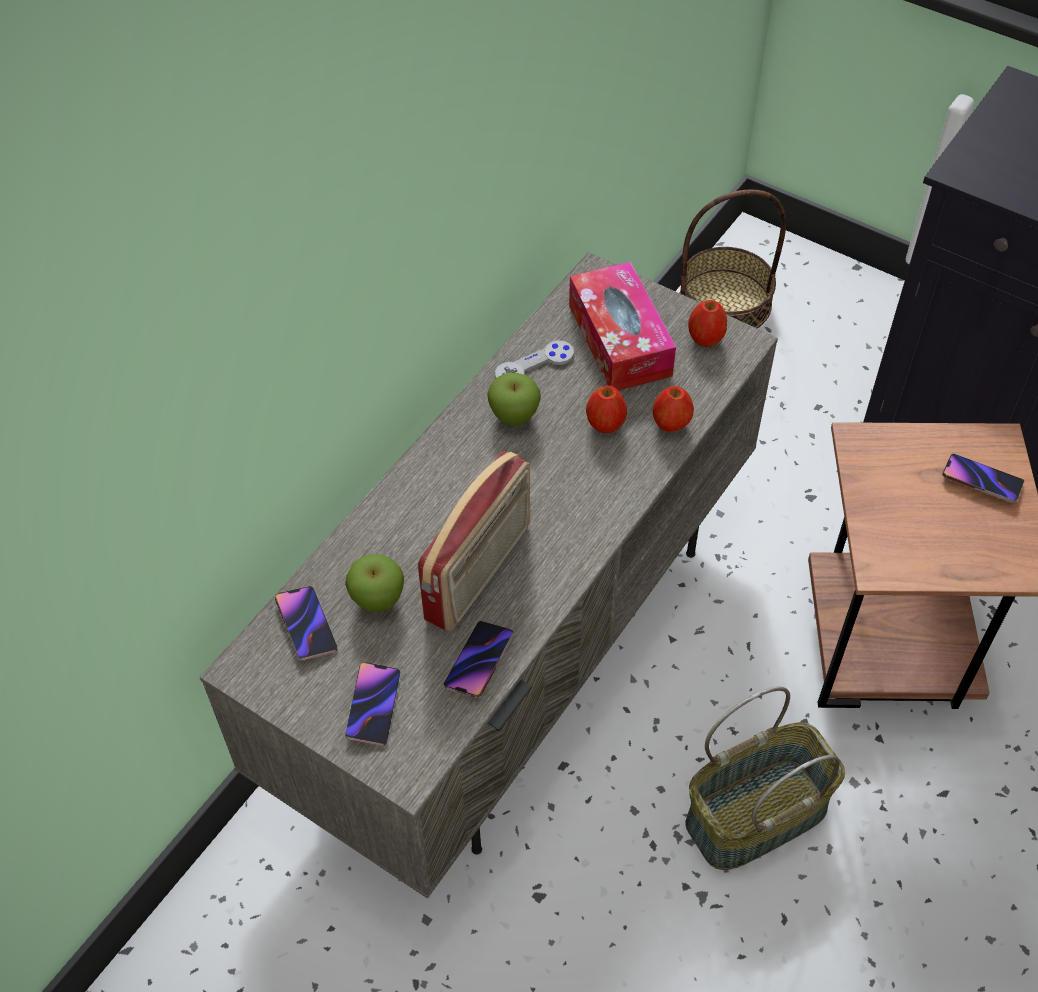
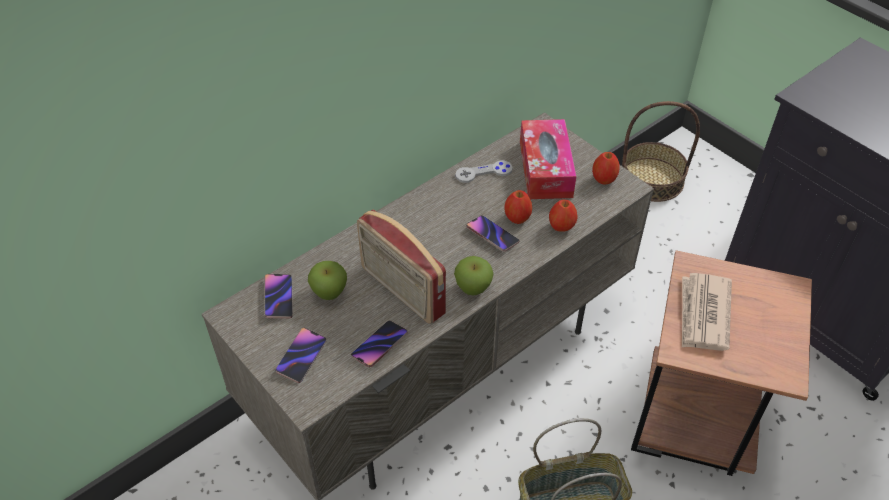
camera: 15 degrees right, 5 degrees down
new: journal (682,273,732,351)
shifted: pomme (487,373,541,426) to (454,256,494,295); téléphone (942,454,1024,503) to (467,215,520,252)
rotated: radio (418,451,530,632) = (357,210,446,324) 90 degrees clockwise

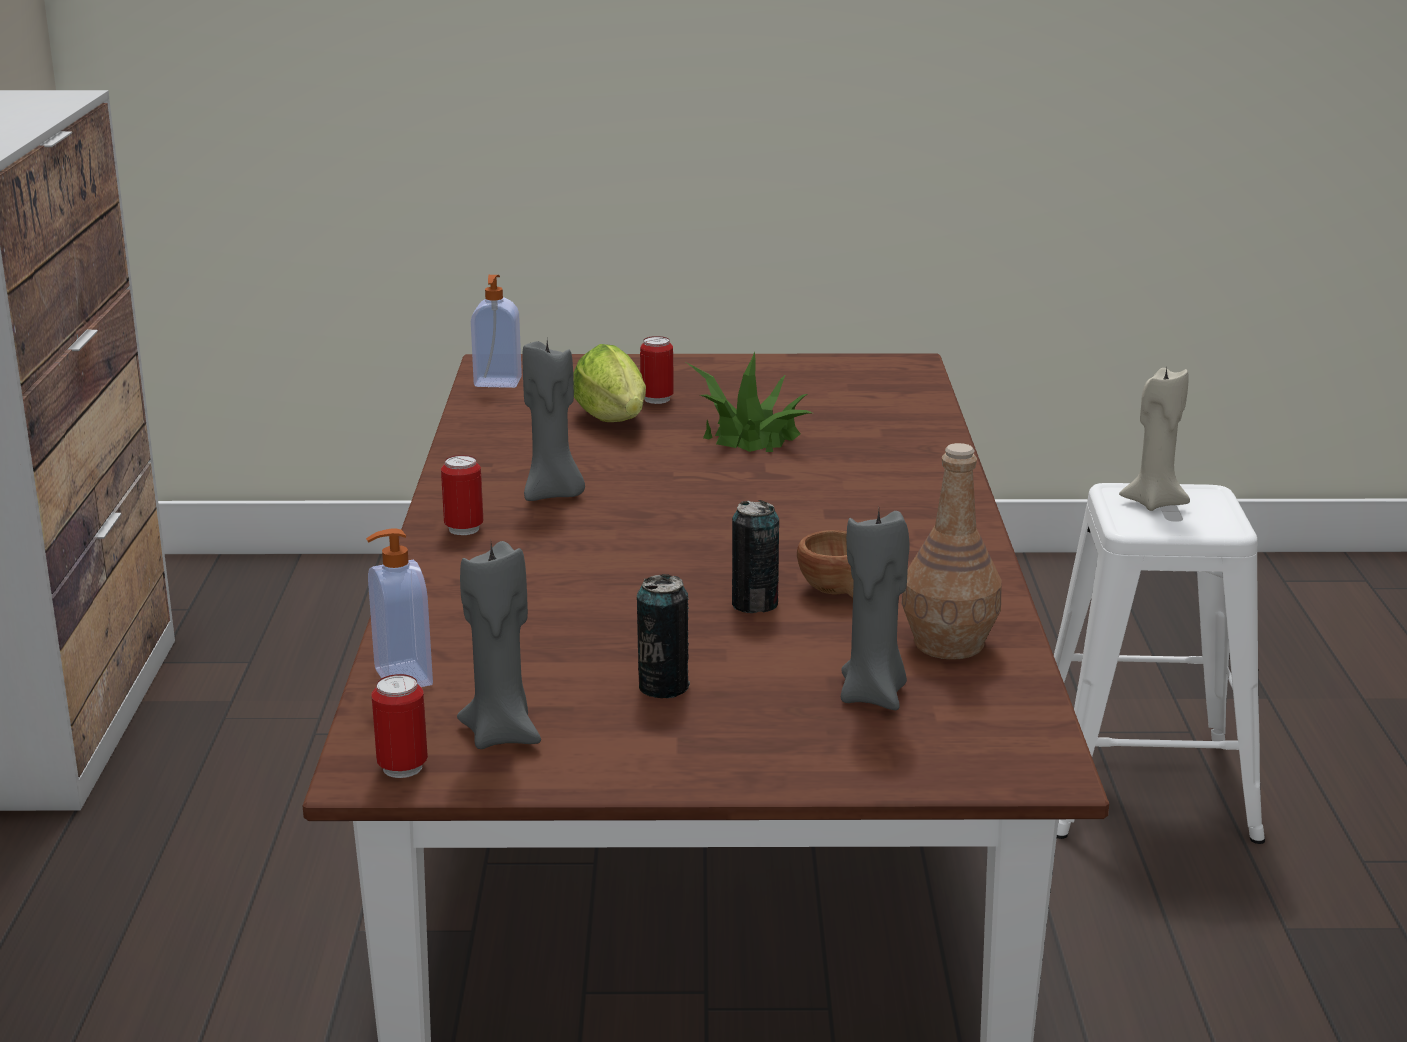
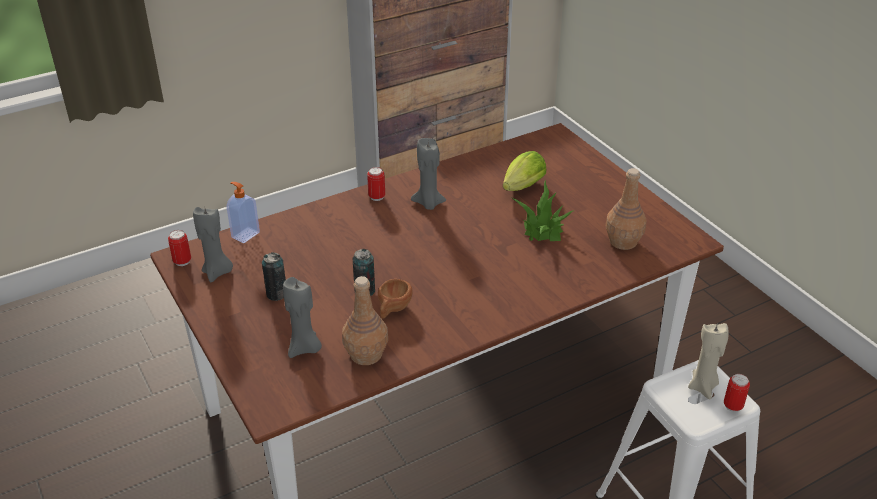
camera: 60 degrees right, 15 degrees up
gone: distributeur de savon (471,275,522,388)
new: bouteille/marron (605,168,647,250)
shifted: boîte métallique (640,336,674,404) to (724,374,750,412)

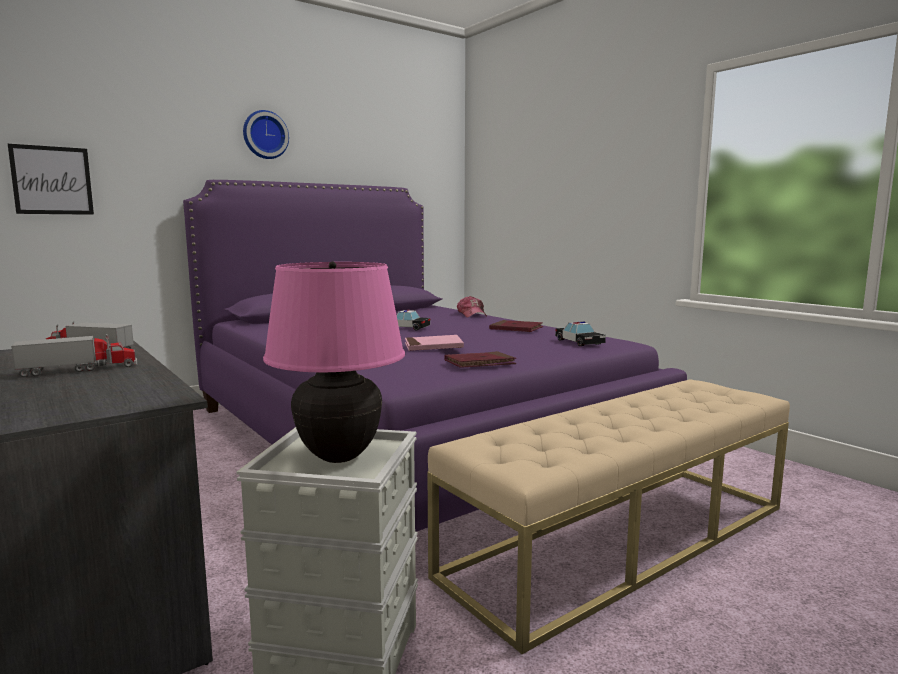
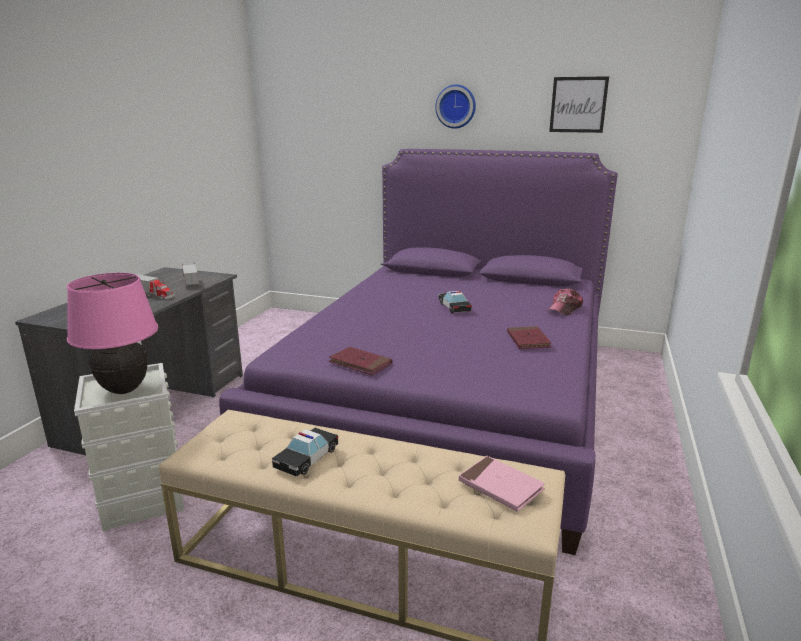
camera: 55 degrees right, 10 degrees up
shifted: tableau (8,144,94,215) to (549,76,609,133); livre/rose (405,335,464,351) to (459,456,545,512); petite voiture (555,322,606,346) to (272,428,338,477)

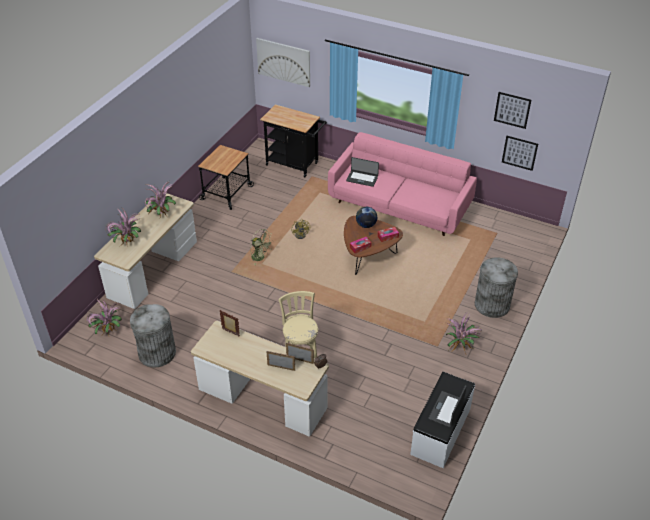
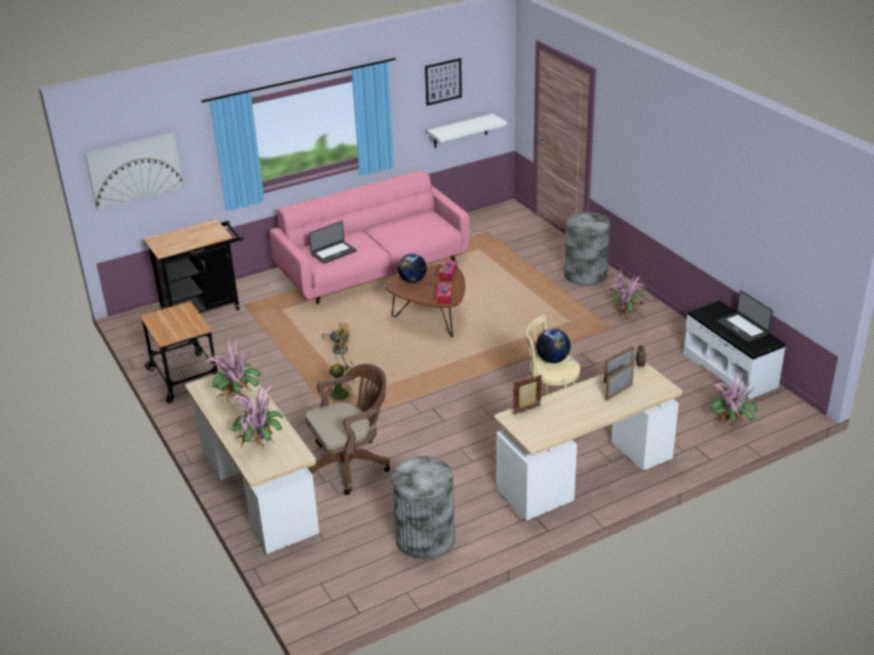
camera: 55 degrees left, 10 degrees down
new: chaise de bureau/marron (305,364,390,495); globe (536,329,571,363)
shifted: plante en pot (86,297,122,336) to (709,369,758,428)
swapped: tableau (502,136,538,171) to étagère/blanc (427,114,507,148)

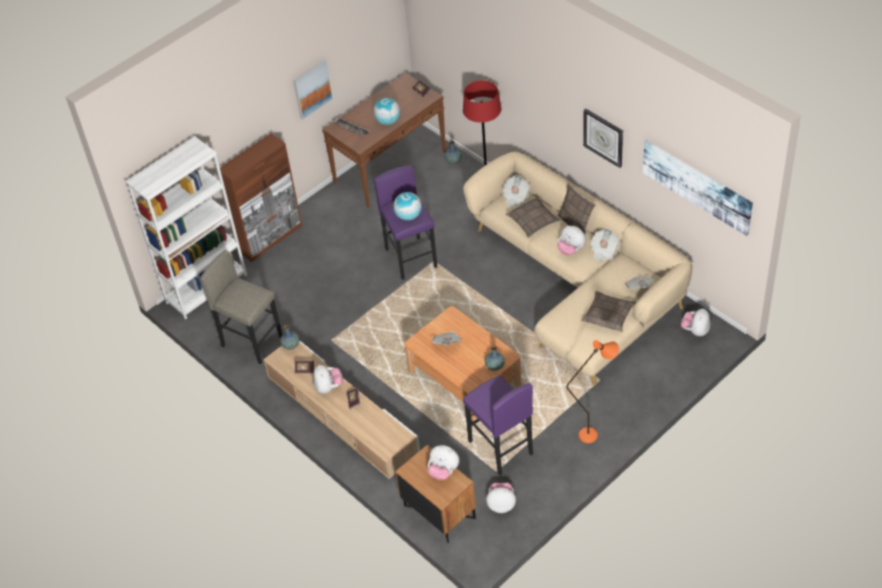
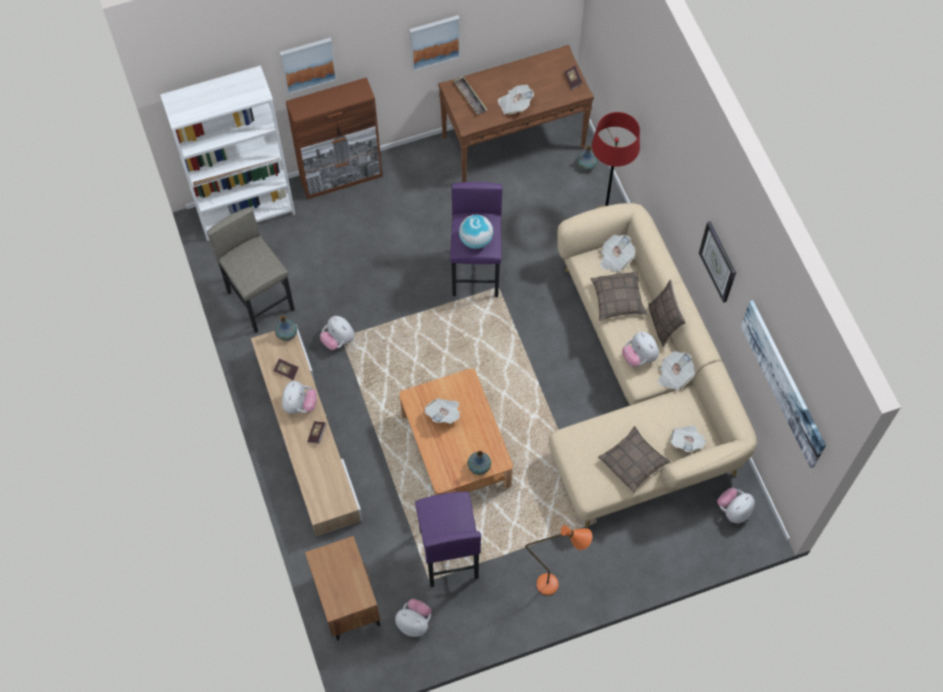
camera: 20 degrees right, 15 degrees up
new: tableau (279,37,337,94)
shifted: peluche (428,445,459,480) to (320,316,355,350)
swapped: globe (373,98,400,125) to journal (498,85,534,115)

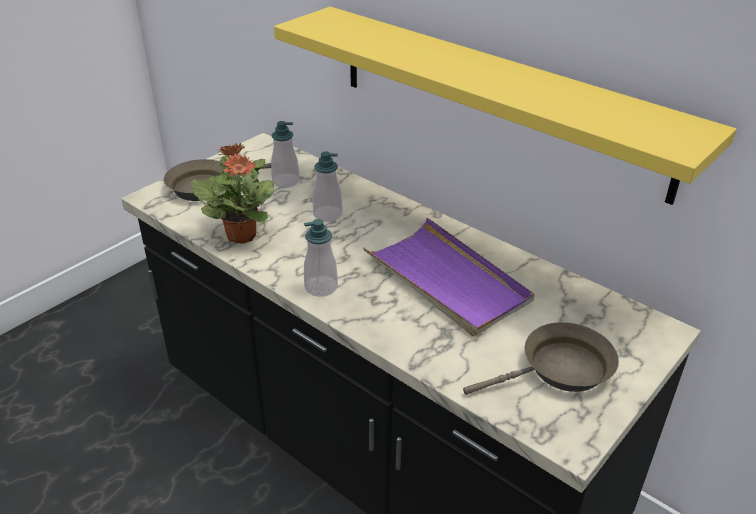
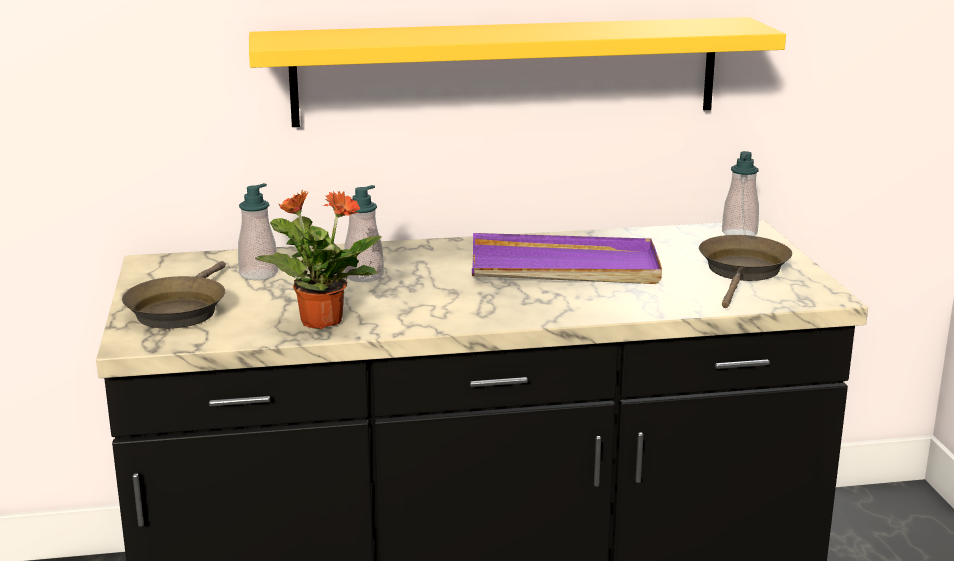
camera: 50 degrees left, 15 degrees down
shifted: distributeur de savon (304,219,338,297) to (722,151,759,236)

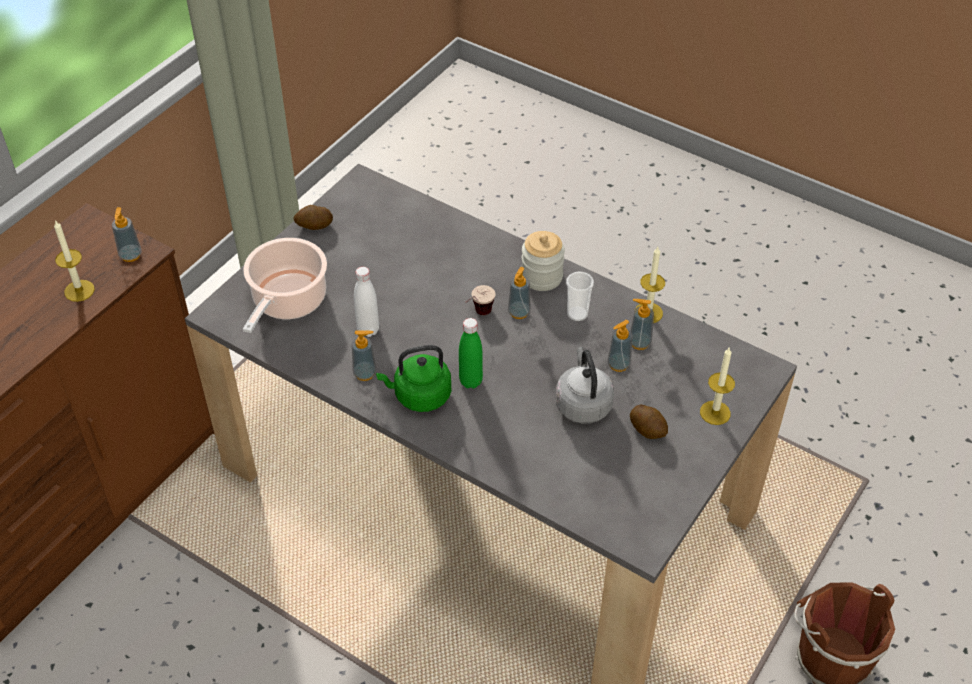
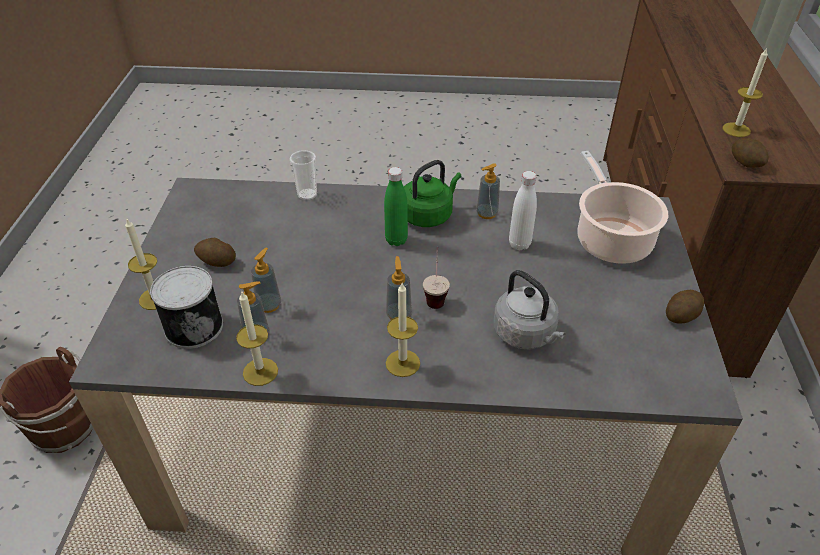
camera: 150 degrees right, 5 degrees down
new: boîte métallique (150,266,223,349)
shifted: bouilloire/gris (556,347,614,423) to (494,270,566,349); tasse (566,271,594,321) to (290,150,317,200)
swapped: distributeur de savon (112,207,142,262) to pomme de terre (732,137,769,168); bocal (522,231,565,291) to bougie (386,283,420,377)

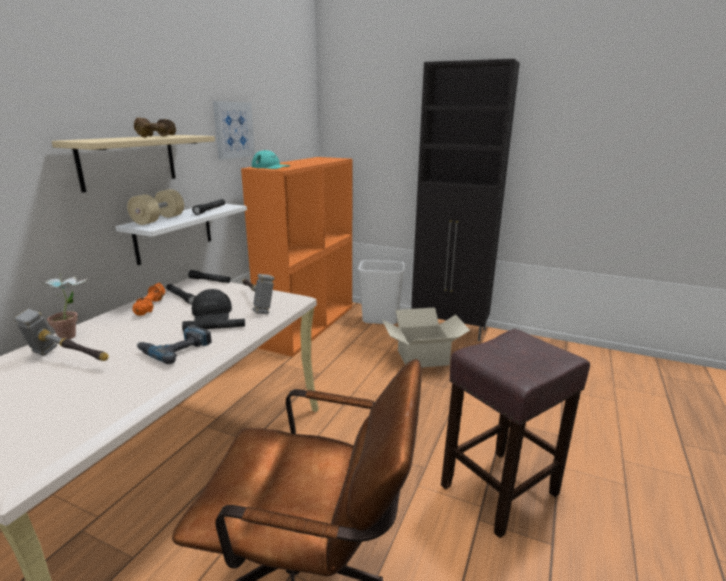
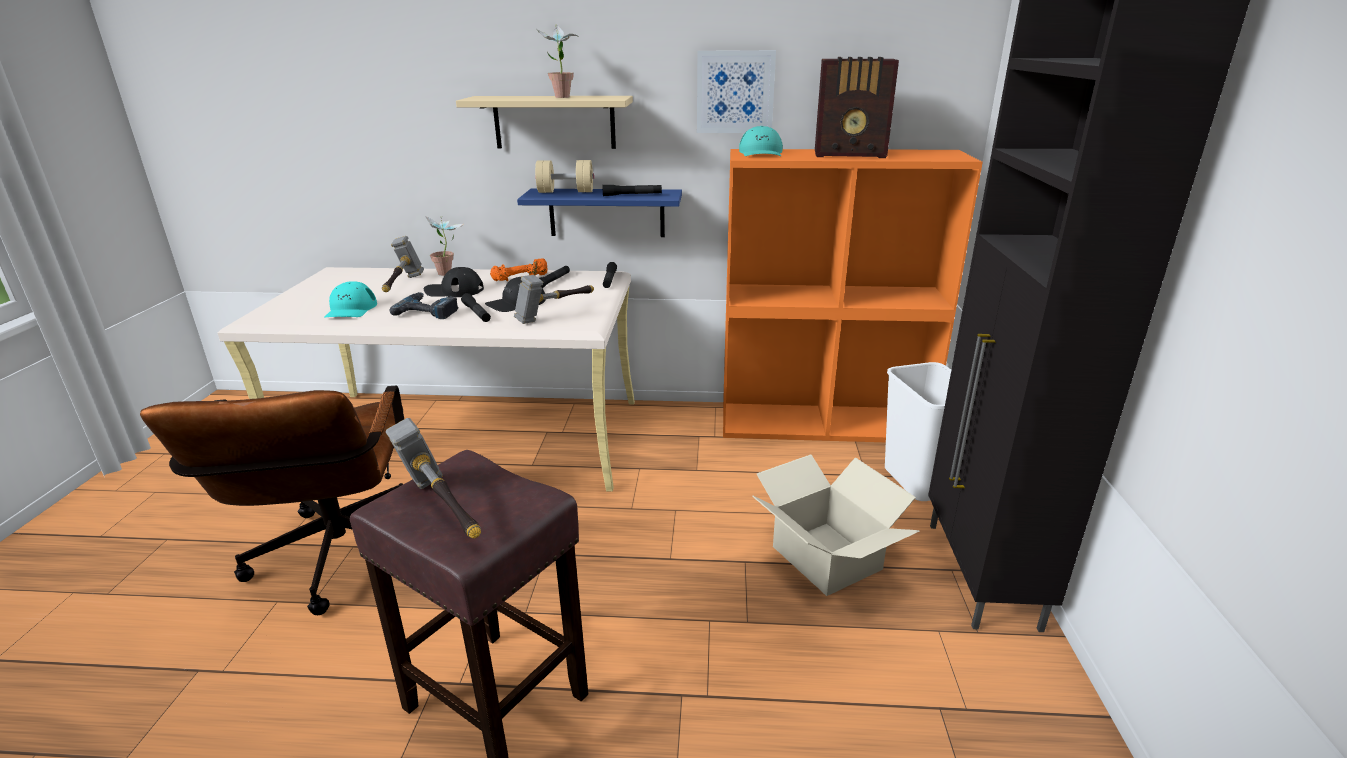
camera: 70 degrees right, 5 degrees up
new: casquette/turquoise (324,281,377,318); marteau (385,418,481,538); casquette/noir (424,267,484,297); radio (815,57,899,158)
swapped: haltère/marron (134,118,176,138) to plante en pot (537,24,579,98)
repainted: étagère/blanc (116,204,247,265) to étagère/bleu (517,189,682,237)

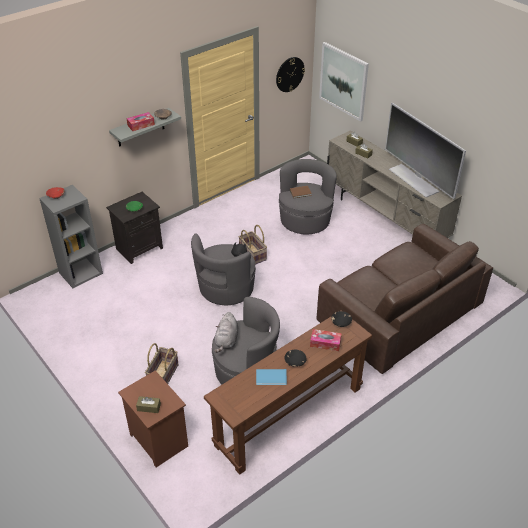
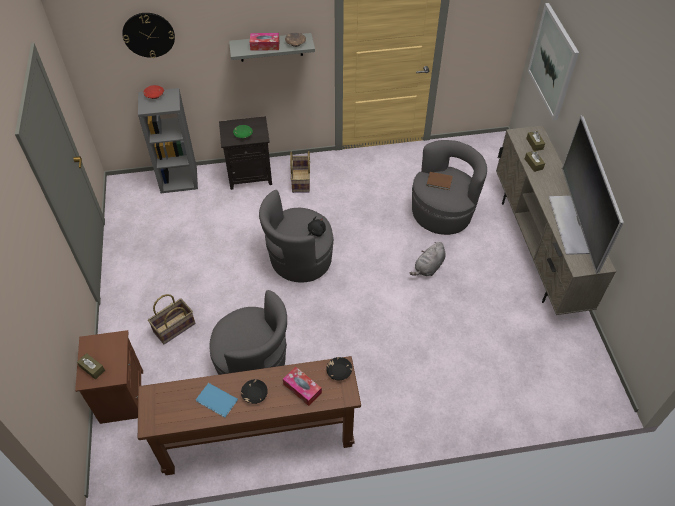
camera: 30 degrees right, 10 degrees up
gone: canapé/marron (317,224,493,374)
shifted: peluche/gris (214,312,238,353) to (410,242,446,276); panier (238,225,267,265) to (290,151,310,193); horloge murale (276,57,305,92) to (122,13,175,58)

